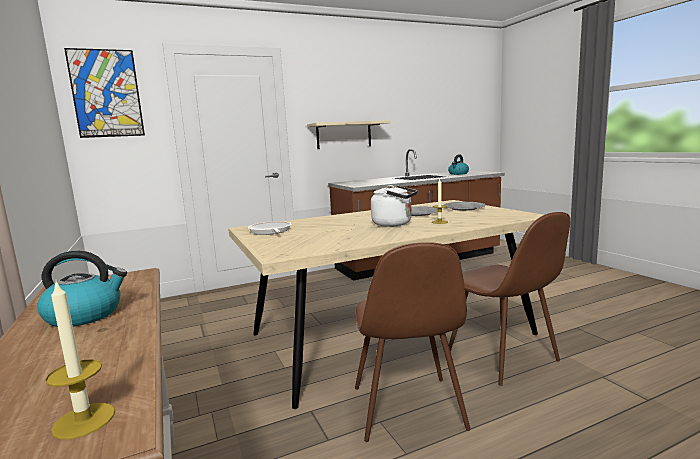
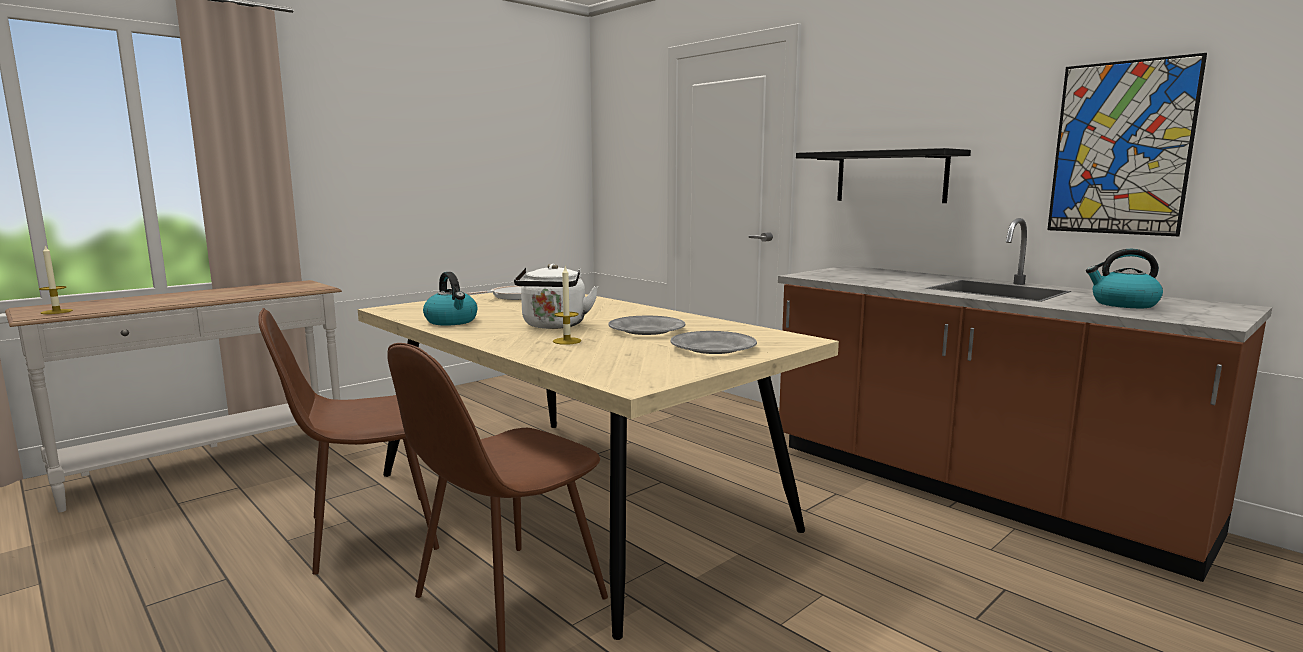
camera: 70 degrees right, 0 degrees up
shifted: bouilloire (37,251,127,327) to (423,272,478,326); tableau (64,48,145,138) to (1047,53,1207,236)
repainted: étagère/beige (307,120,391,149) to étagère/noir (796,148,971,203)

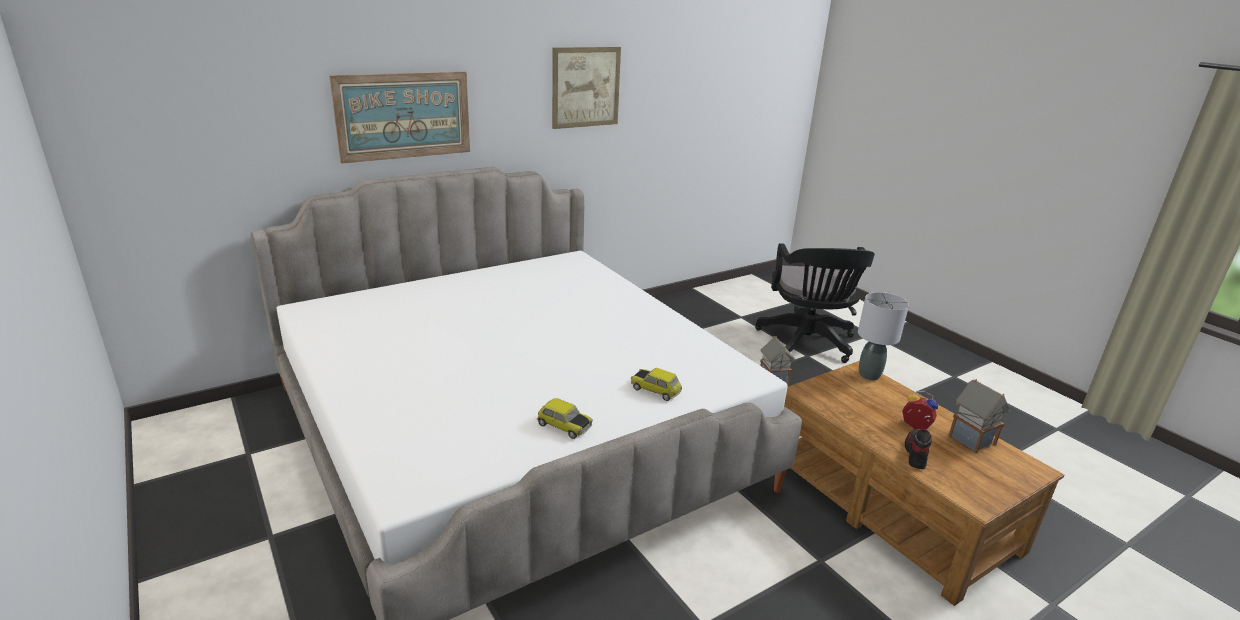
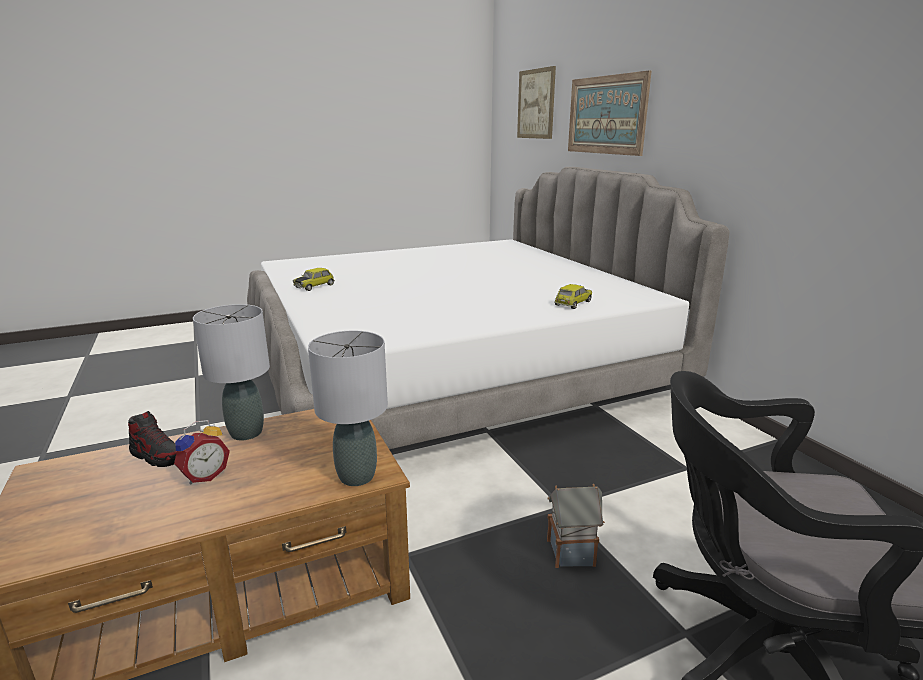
camera: 100 degrees right, 5 degrees down
gone: maison miniature (949,379,1010,453)
new: lampe de table/gris (193,304,270,440)
shifted: tableau (552,47,621,129) to (517,66,556,139); petite voiture (631,368,682,401) to (554,284,592,309)

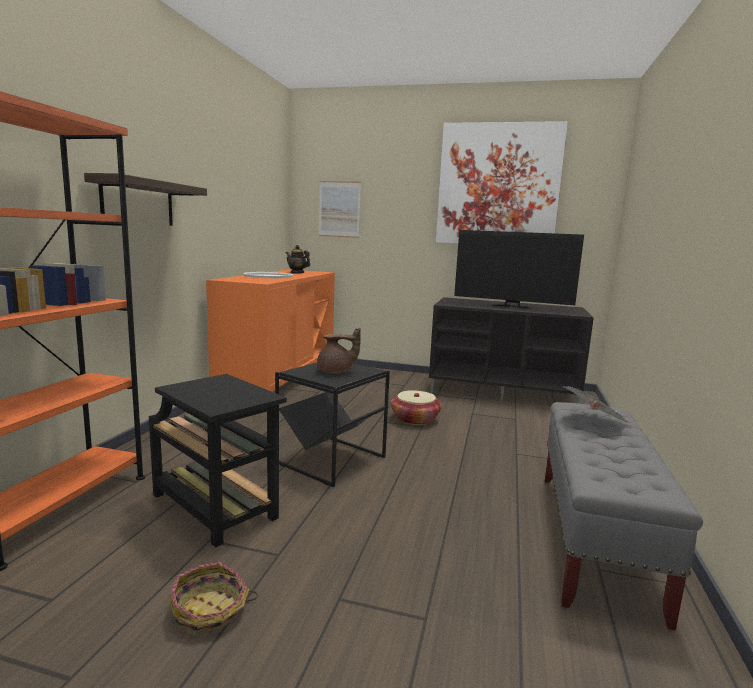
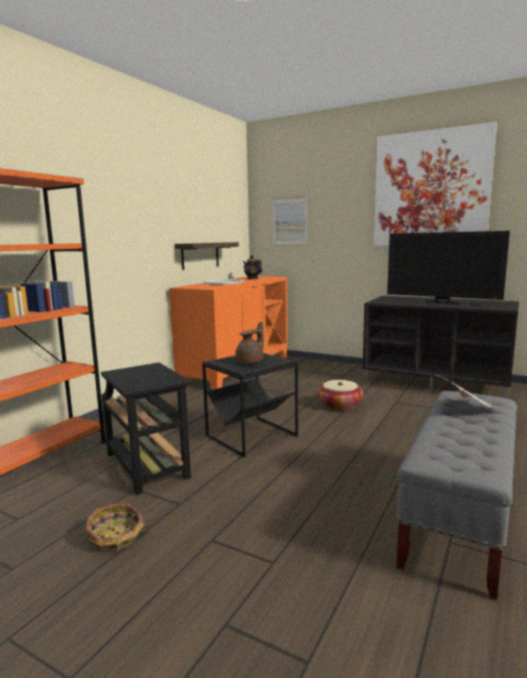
camera: 15 degrees right, 0 degrees up
shifted: étagère (84,173,207,226) to (175,242,239,270)
rotated: théière/marron (317,328,361,373) = (235,322,264,363) 60 degrees counterclockwise

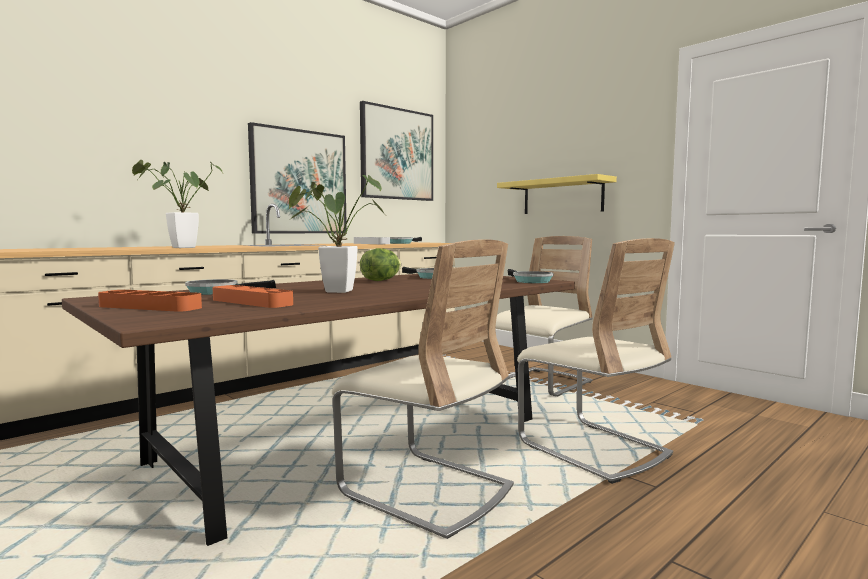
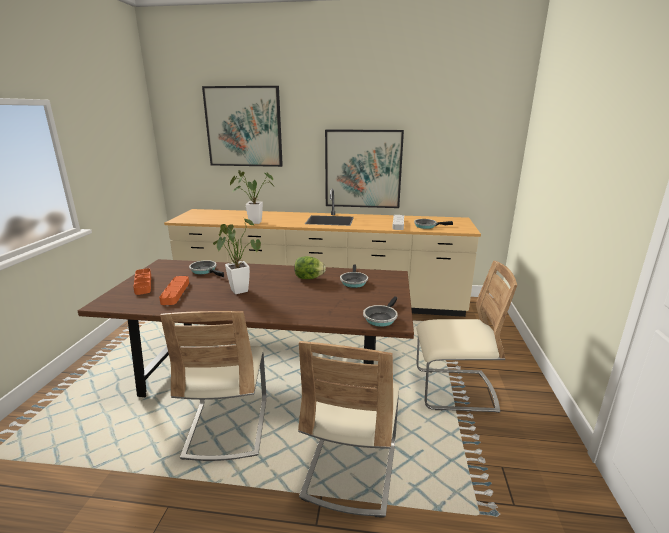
camera: 50 degrees right, 15 degrees up
gone: étagère/jaune (497,174,617,214)
shifted: tableau (360,101,433,201) to (202,86,283,167)

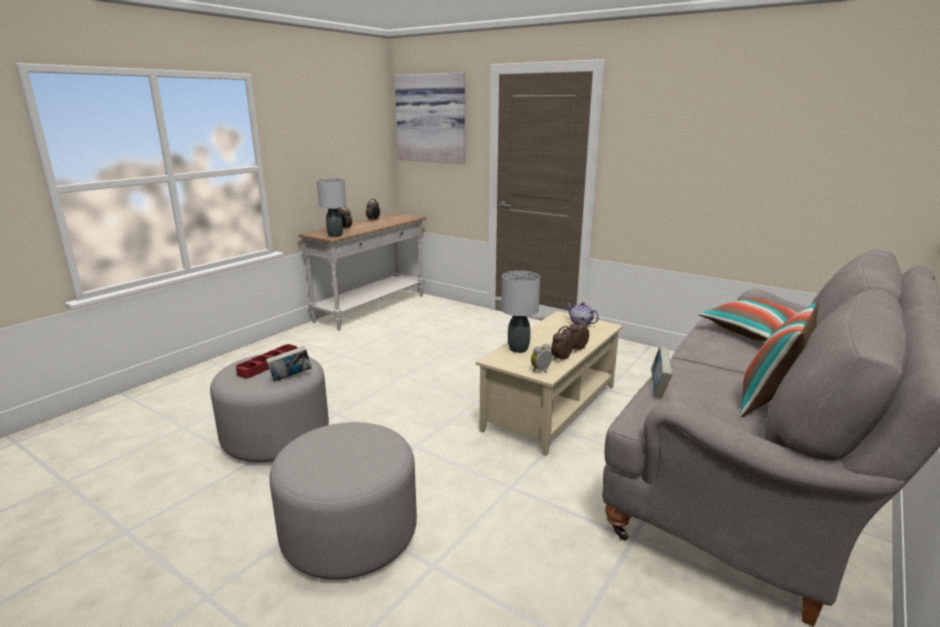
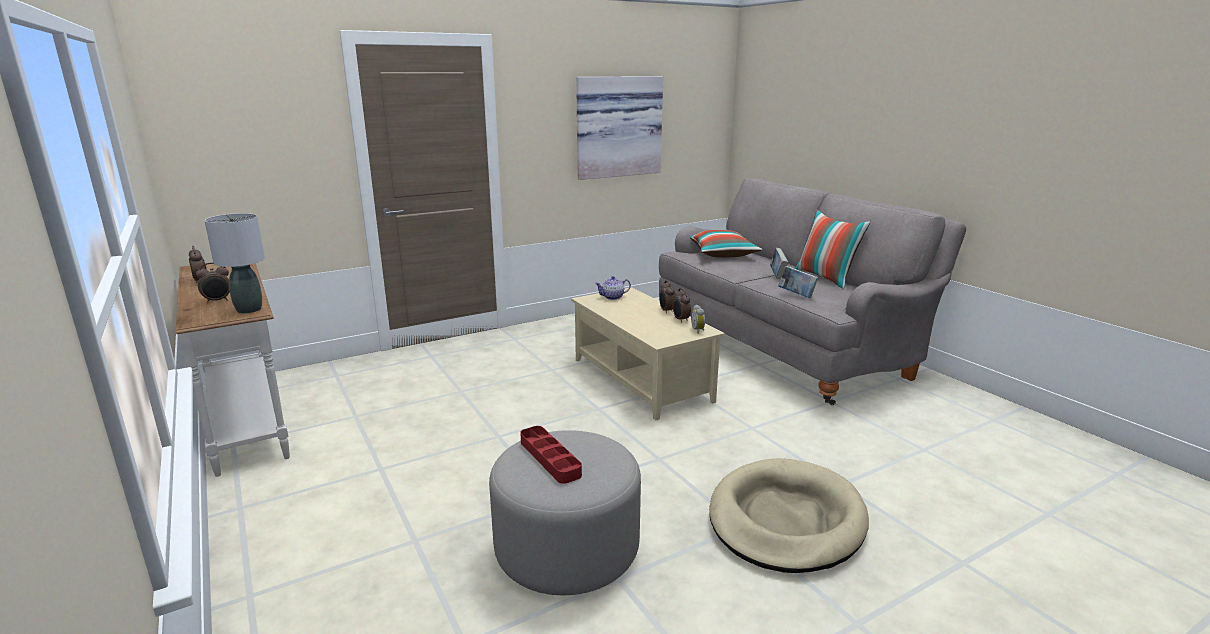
camera: 65 degrees left, 0 degrees up
gone: lampe de table/gris (501,271,540,353)
shifted: livre (266,346,312,382) to (770,248,788,279); tableau (395,73,465,164) to (576,76,663,180)
swapped: pouf/gris (269,422,417,580) to panier pour chien/beige (709,458,869,573)

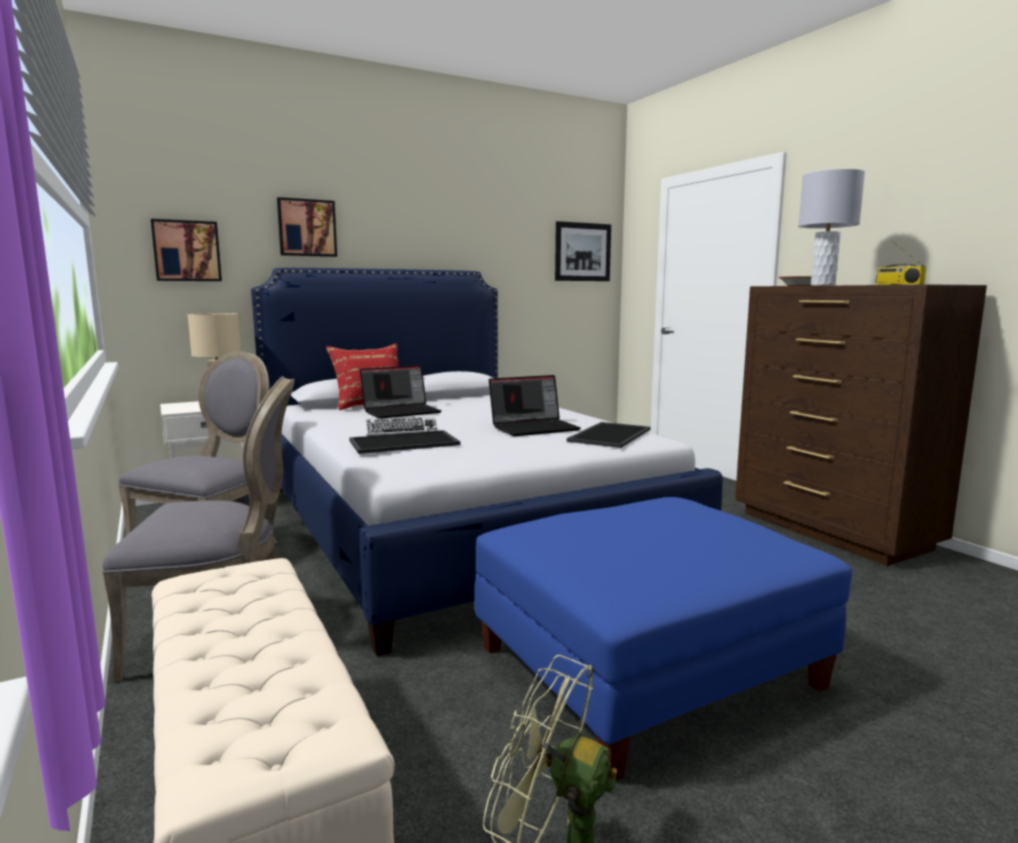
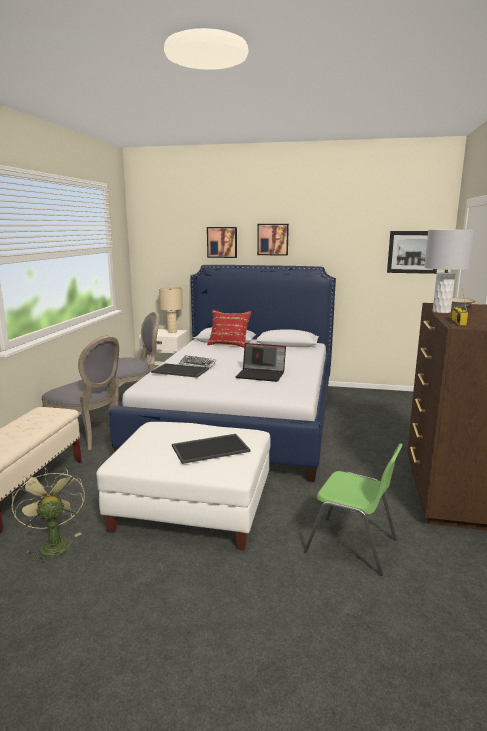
camera: 40 degrees right, 5 degrees up
gone: ordinateur portable (360,365,442,419)
new: chaise/vert (304,443,403,576)
shifted: tableau (151,219,222,281) to (257,224,289,256); plateau (567,422,651,448) to (172,434,251,464)
repainted: pouf/bleu (474,497,853,780) to pouf/blanc (96,422,271,550)

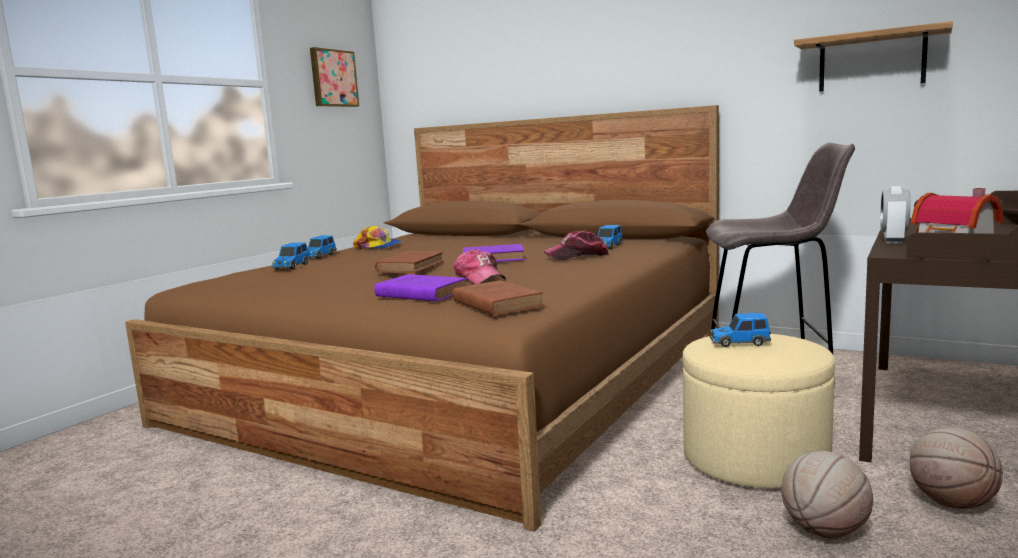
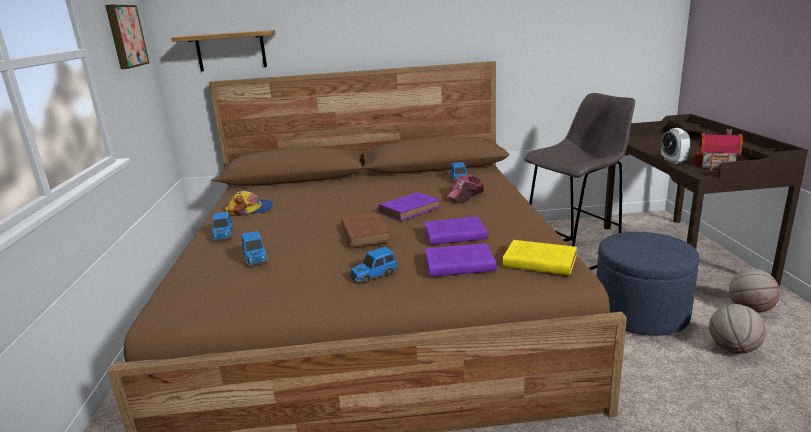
camera: 35 degrees left, 10 degrees up
shifted: petite voiture (710,313,771,347) to (349,247,398,283); étagère (794,21,953,92) to (171,30,275,71)
swapped: casquette (454,249,506,284) to livre/violet (424,216,488,245)
repainted: livre/marron (453,280,544,316) to livre/jaune (503,240,577,275); pouf/beige (683,334,835,488) to pouf/bleu (597,232,700,336)

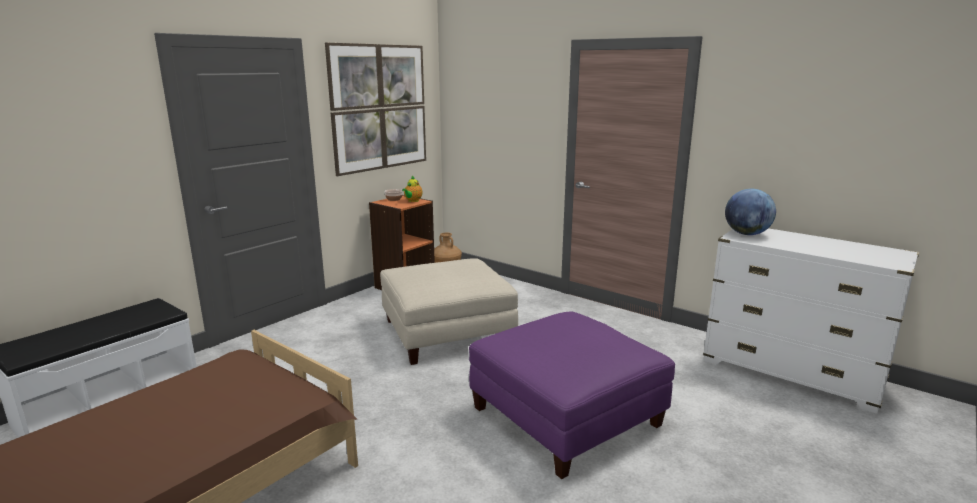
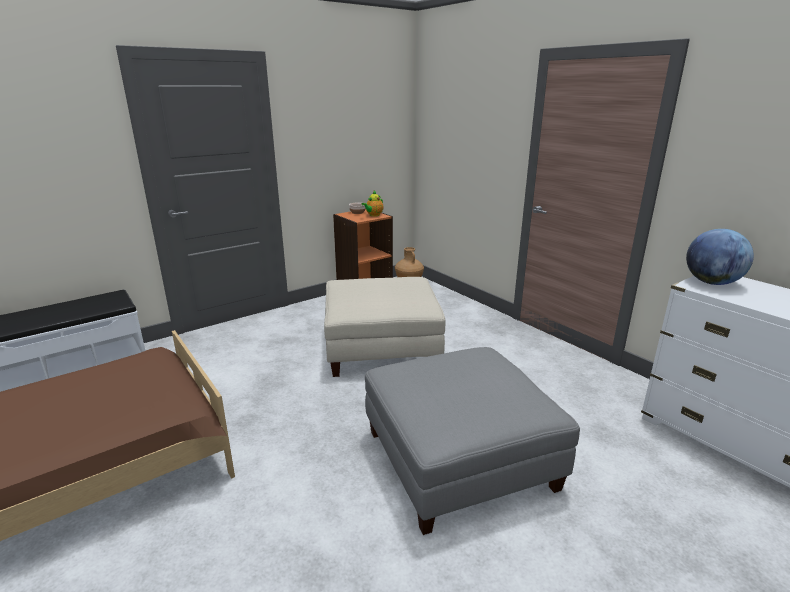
camera: 15 degrees right, 5 degrees up
gone: tableau (325,43,426,176)
repainted: pouf/violet (469,312,675,479) to pouf/gris (365,347,580,535)

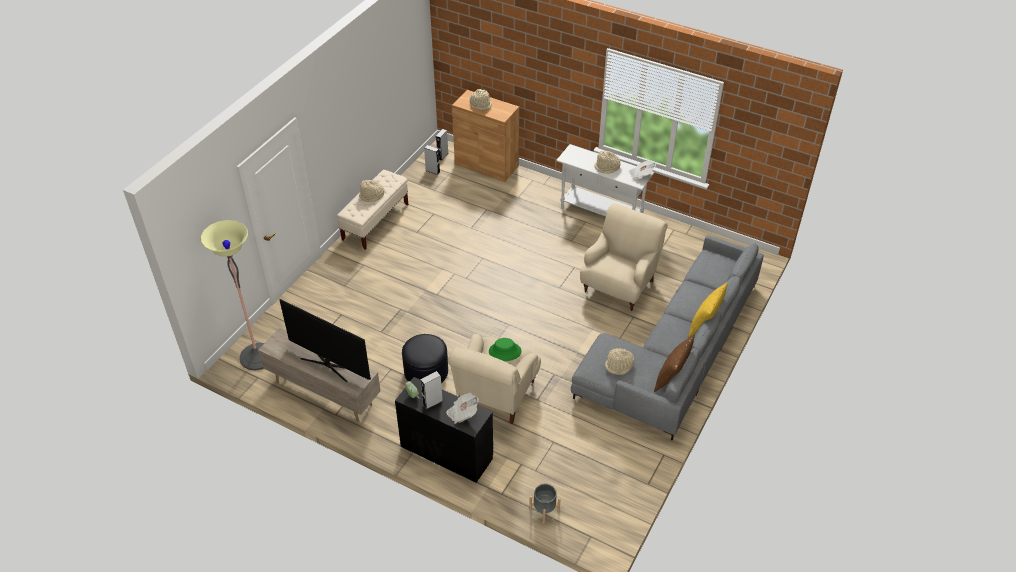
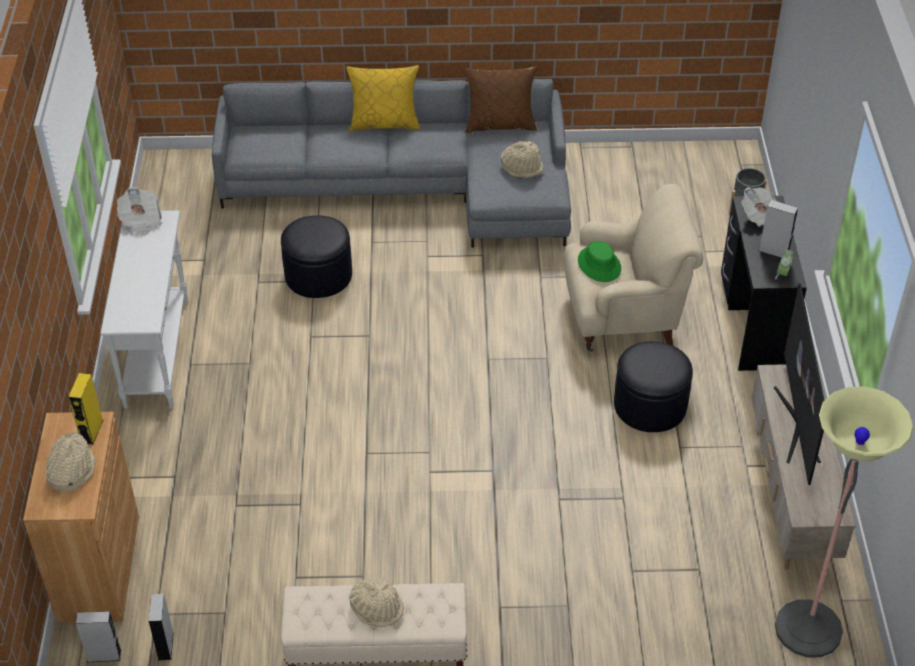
camera: 120 degrees left, 0 degrees up
gone: chapeau/beige (595,151,621,174)
new: enceinte/jaune (68,373,103,445)
swapped: fauteuil/beige (580,203,668,311) to pouf/noir (281,215,352,298)

